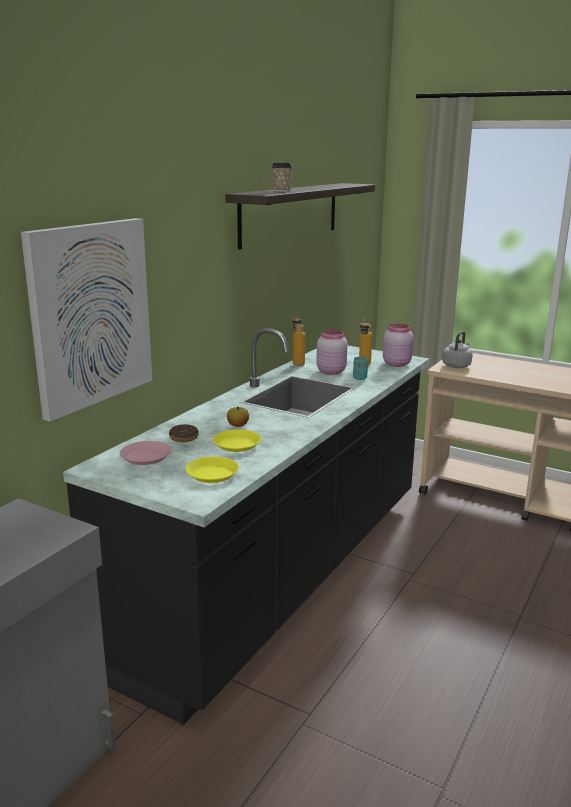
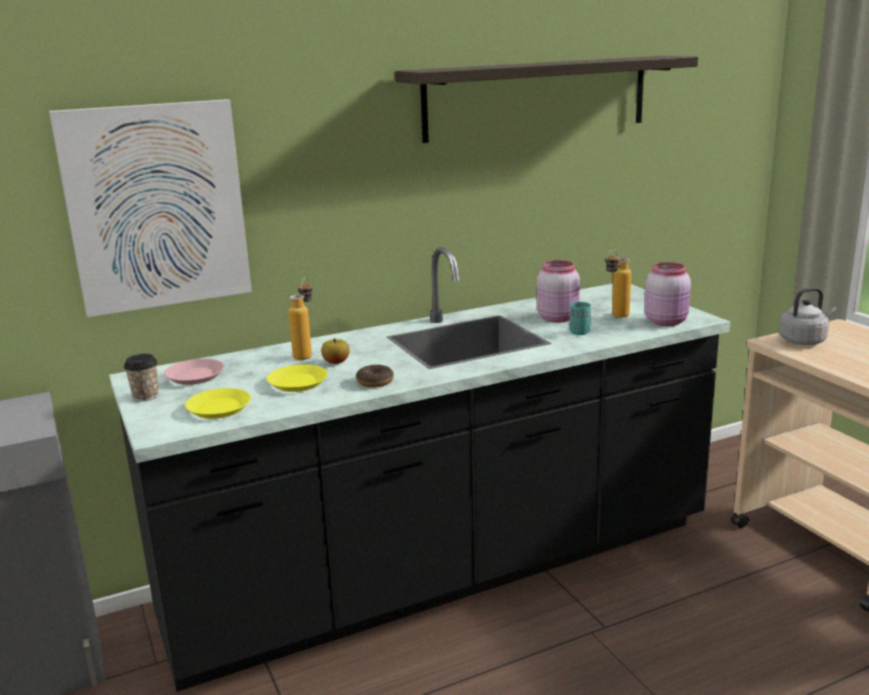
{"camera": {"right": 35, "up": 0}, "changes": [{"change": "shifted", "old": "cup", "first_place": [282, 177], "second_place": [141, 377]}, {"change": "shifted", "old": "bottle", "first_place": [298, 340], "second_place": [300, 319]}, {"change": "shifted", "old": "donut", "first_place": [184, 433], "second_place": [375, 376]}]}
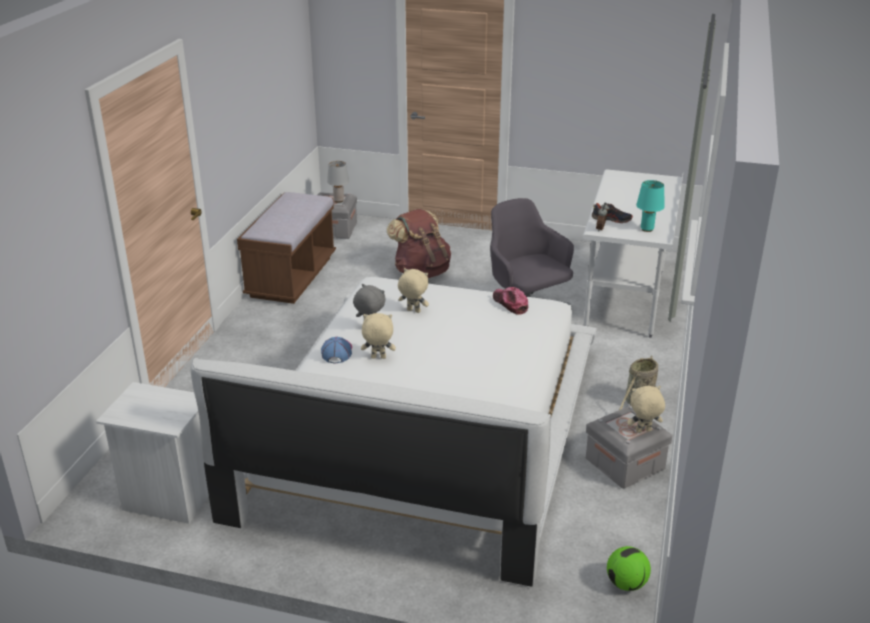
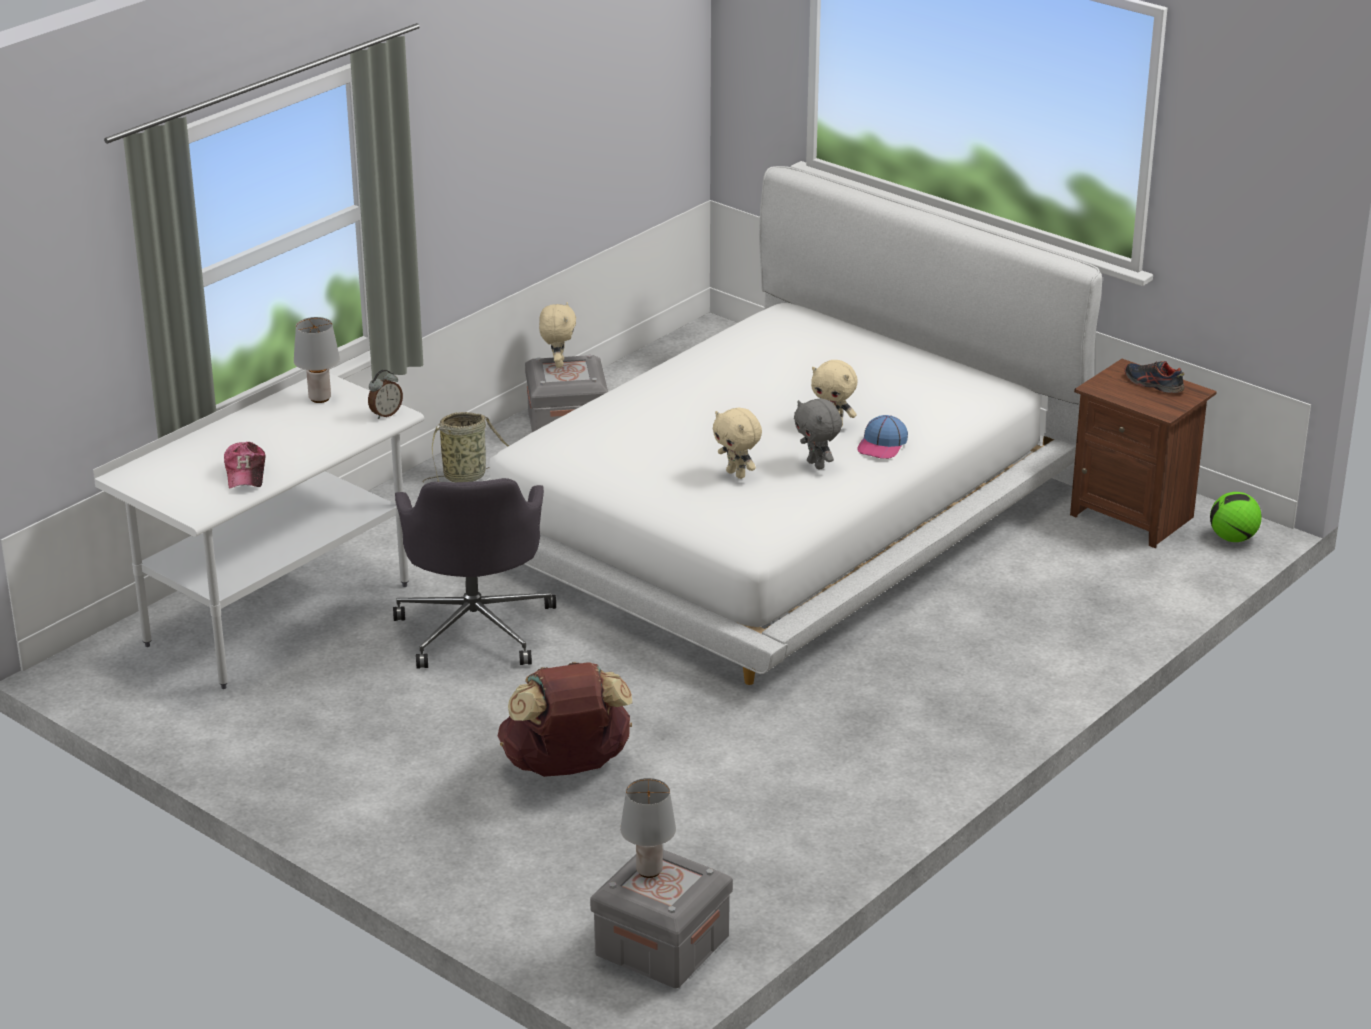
{"camera": {"right": -155, "up": 0}, "changes": [{"change": "repainted", "old": "turquoise table lamp", "new": "grey table lamp", "first_place": [650, 206], "second_place": [317, 360]}, {"change": "gone", "old": "brown bench", "first_place": [286, 248]}, {"change": "shifted", "old": "shoe", "first_place": [612, 213], "second_place": [1154, 377]}, {"change": "shifted", "old": "cap", "first_place": [510, 301], "second_place": [244, 465]}, {"change": "repainted", "old": "white nightstand", "new": "brown nightstand", "first_place": [152, 453], "second_place": [1143, 453]}, {"change": "rotated", "old": "beige plush toy", "first_place": [646, 409], "second_place": [557, 335], "degrees": -105}, {"change": "shifted", "old": "football", "first_place": [629, 568], "second_place": [1236, 517]}]}
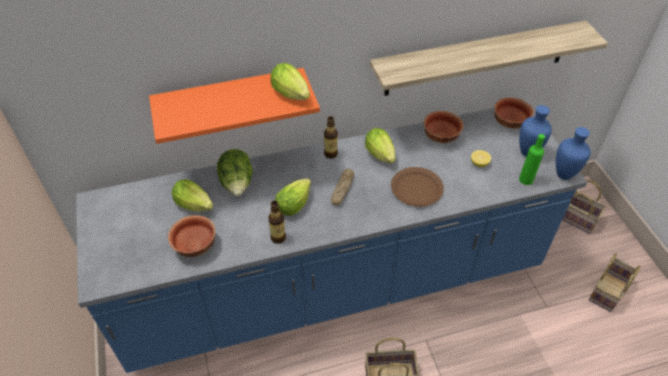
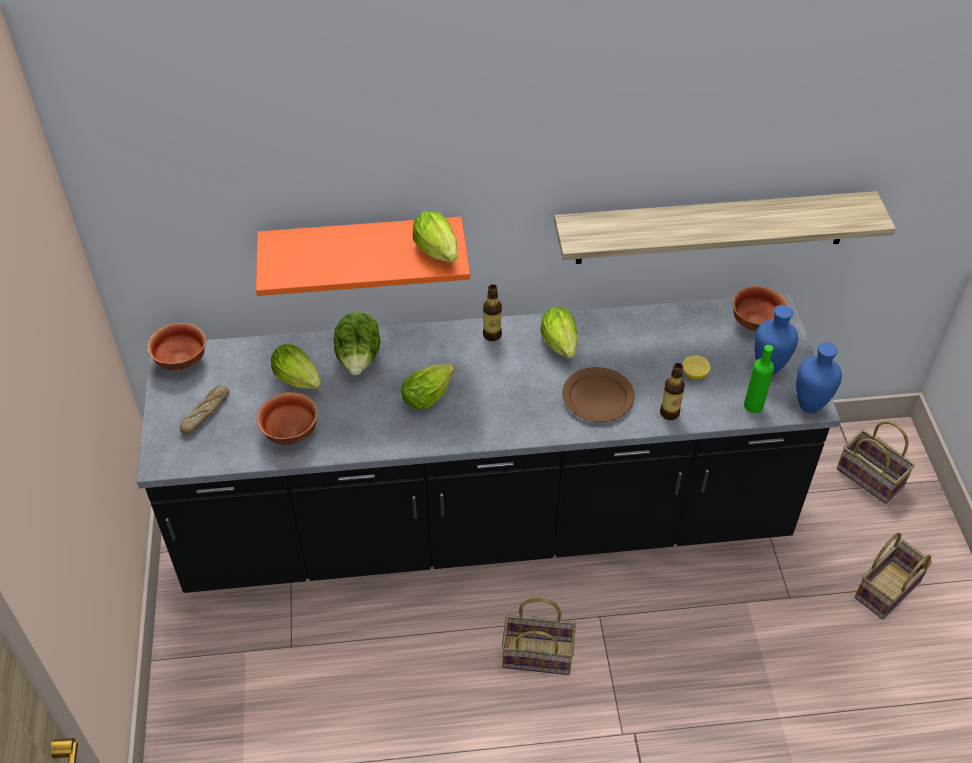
{"camera": {"right": 10, "up": 0}, "changes": [{"change": "repainted", "old": "blue counter", "new": "black counter", "first_place": [331, 237], "second_place": [488, 443]}, {"change": "shifted", "old": "bowl", "first_place": [444, 127], "second_place": [176, 347]}, {"change": "shifted", "old": "bread", "first_place": [342, 187], "second_place": [204, 409]}, {"change": "shifted", "old": "bottle", "first_place": [277, 222], "second_place": [672, 391]}]}
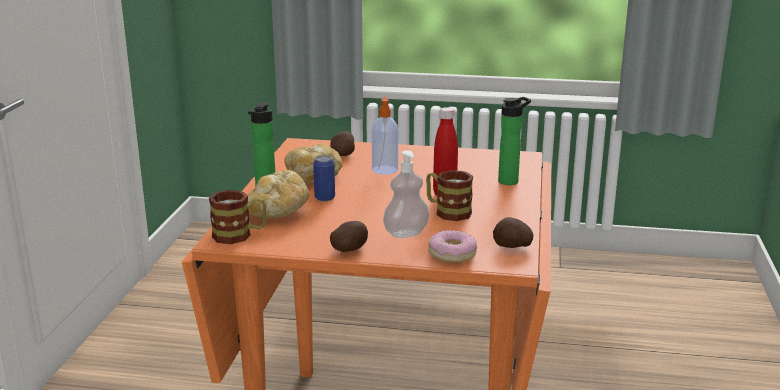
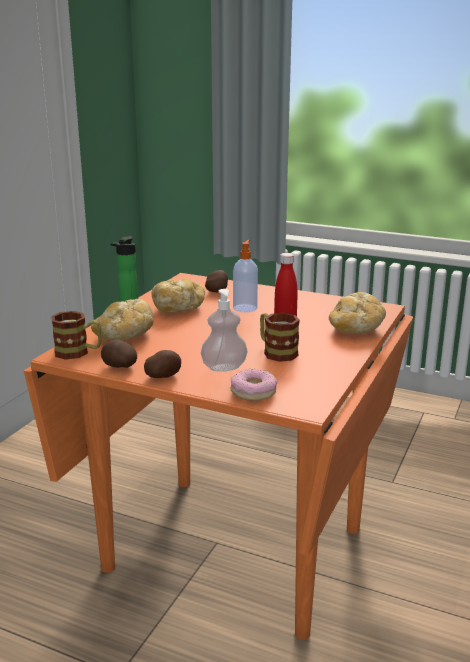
{"camera": {"right": 15, "up": 0}, "changes": [{"change": "swapped", "old": "bottle", "new": "bread", "first_place": [514, 141], "second_place": [357, 313]}, {"change": "gone", "old": "can", "first_place": [324, 178]}, {"change": "shifted", "old": "potato", "first_place": [513, 232], "second_place": [119, 353]}]}
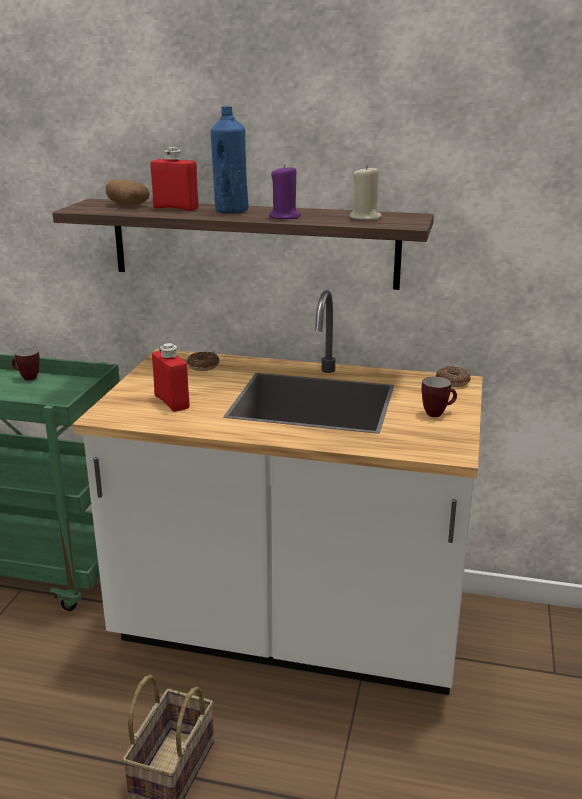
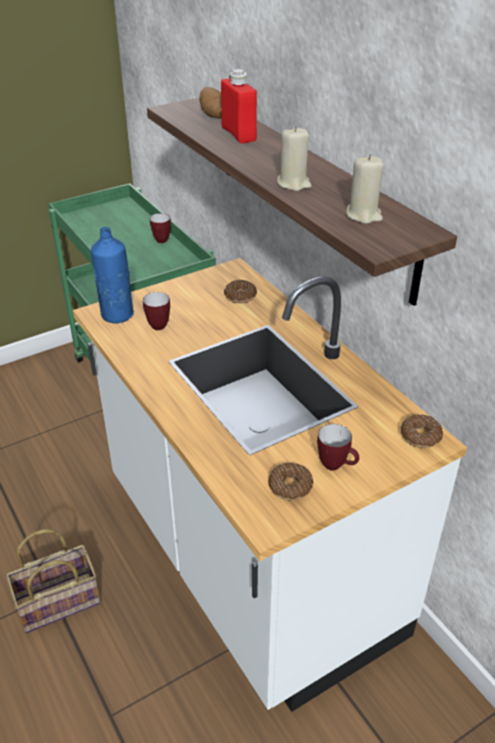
{"camera": {"right": 45, "up": 15}, "changes": [{"change": "shifted", "old": "blue bottle", "first_place": [230, 160], "second_place": [112, 275]}, {"change": "repainted", "old": "purple candle", "new": "beige candle", "first_place": [285, 191], "second_place": [294, 158]}, {"change": "swapped", "old": "red bottle", "new": "mug", "first_place": [171, 377], "second_place": [156, 311]}, {"change": "new", "new": "donut", "second_place": [290, 481]}]}
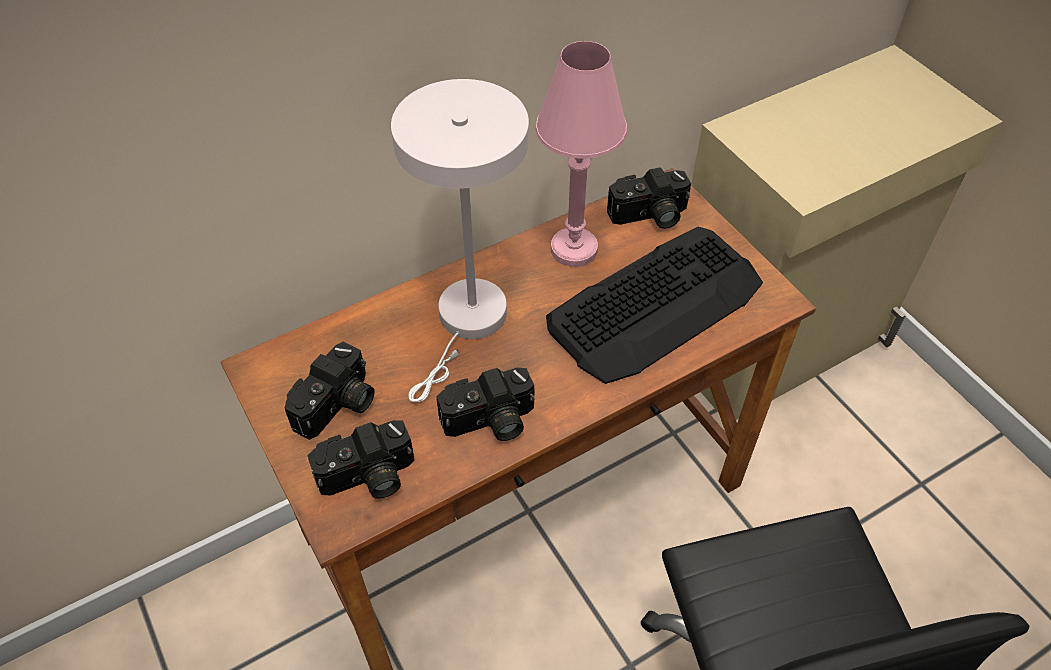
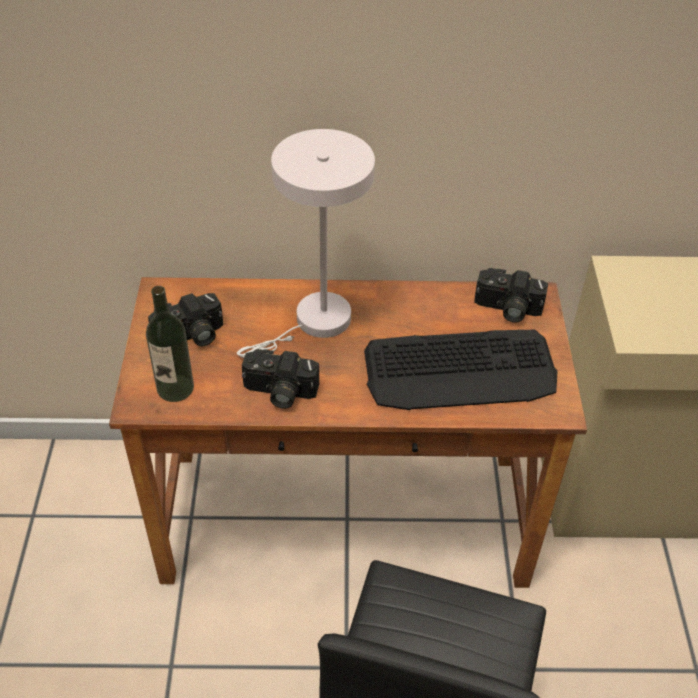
{"camera": {"right": 30, "up": -5}, "changes": [{"change": "gone", "old": "pink table lamp", "first_place": [581, 154]}, {"change": "swapped", "old": "photo camera", "new": "bottle", "first_place": [361, 459], "second_place": [170, 344]}]}
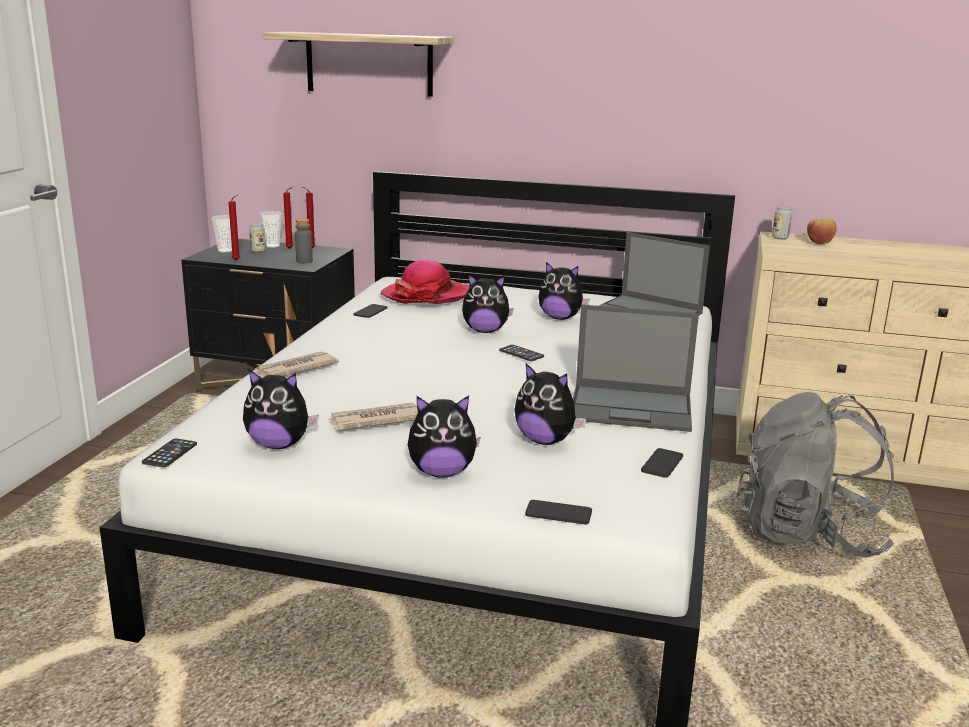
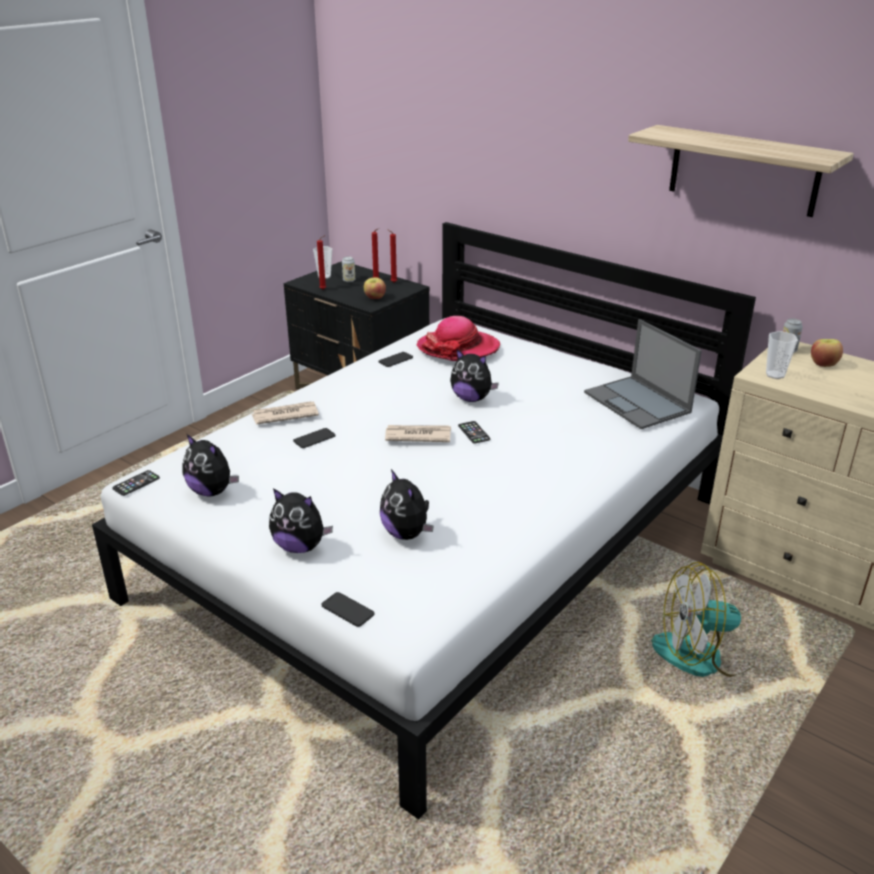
{"camera": {"right": 25, "up": 10}, "changes": [{"change": "shifted", "old": "shelf", "first_place": [358, 64], "second_place": [741, 171]}, {"change": "shifted", "old": "cup", "first_place": [271, 229], "second_place": [782, 355]}, {"change": "swapped", "old": "grey bottle", "new": "apple", "first_place": [304, 240], "second_place": [375, 288]}, {"change": "gone", "old": "plush toy", "first_place": [564, 291]}, {"change": "gone", "old": "laptop", "first_place": [636, 368]}, {"change": "swapped", "old": "grey backpack", "new": "fan", "first_place": [815, 475], "second_place": [703, 619]}, {"change": "shifted", "old": "newspaper", "first_place": [373, 416], "second_place": [418, 433]}, {"change": "shifted", "old": "phone", "first_place": [662, 463], "second_place": [314, 438]}]}
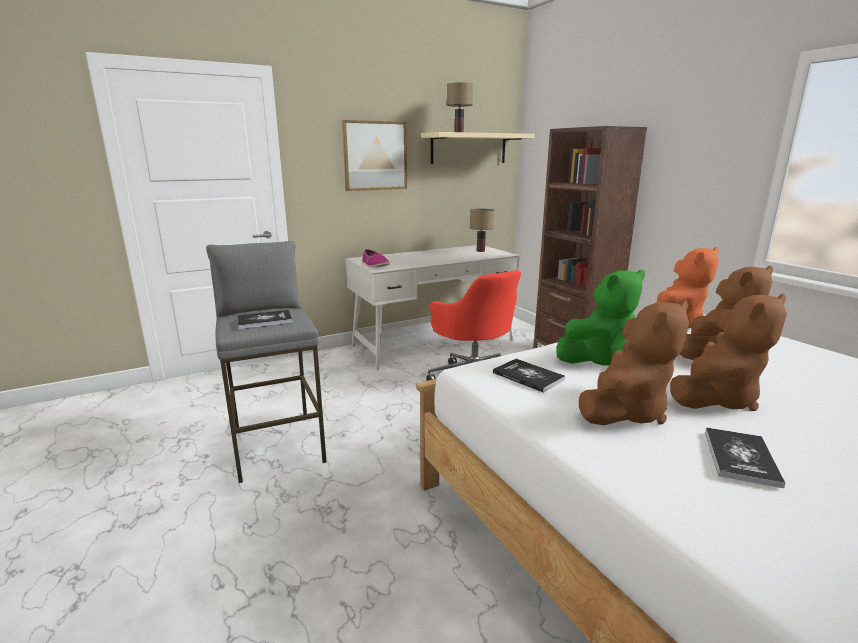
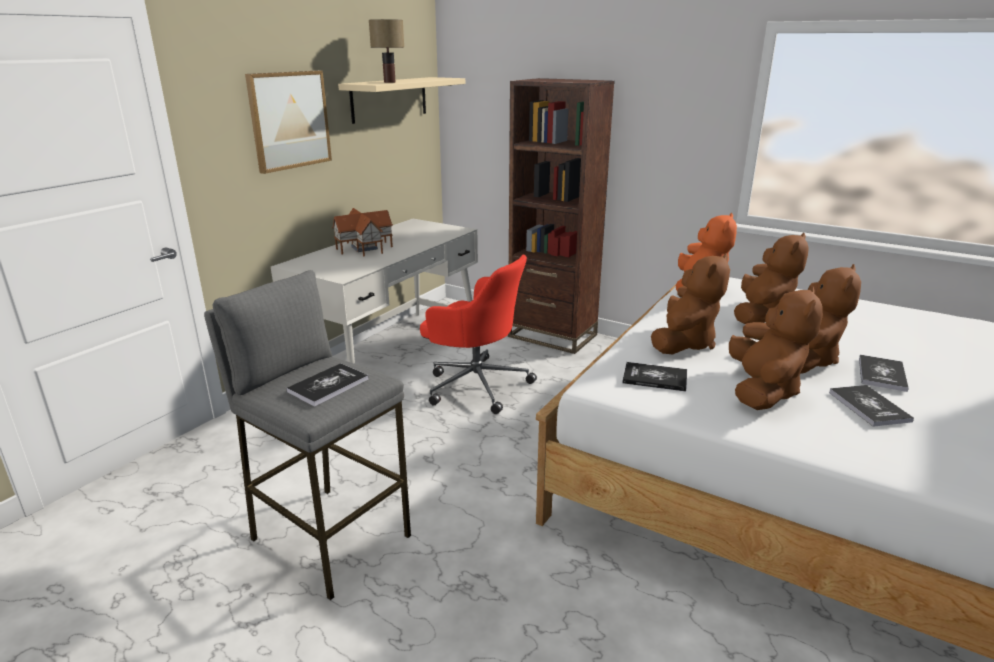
{"camera": {"right": -30, "up": 5}, "changes": [{"change": "gone", "old": "table lamp", "first_place": [482, 230]}, {"change": "gone", "old": "shoe", "first_place": [376, 258]}, {"change": "repainted", "old": "green plush toy", "new": "brown plush toy", "first_place": [600, 318], "second_place": [690, 303]}, {"change": "new", "new": "toy house", "second_place": [362, 232]}, {"change": "new", "new": "book", "second_place": [884, 373]}]}
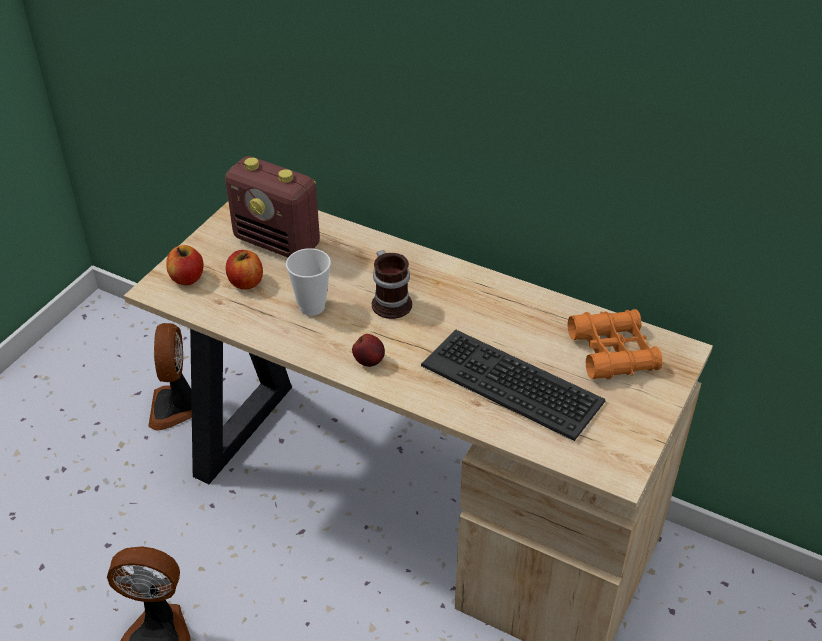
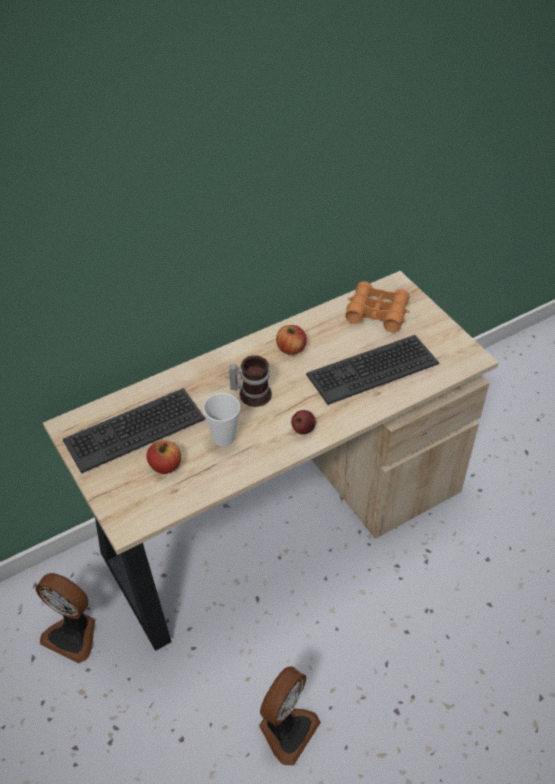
{"camera": {"right": -60, "up": 5}, "changes": [{"change": "swapped", "old": "radio", "new": "keyboard", "first_place": [272, 206], "second_place": [134, 431]}, {"change": "shifted", "old": "apple", "first_place": [185, 265], "second_place": [291, 340]}]}
